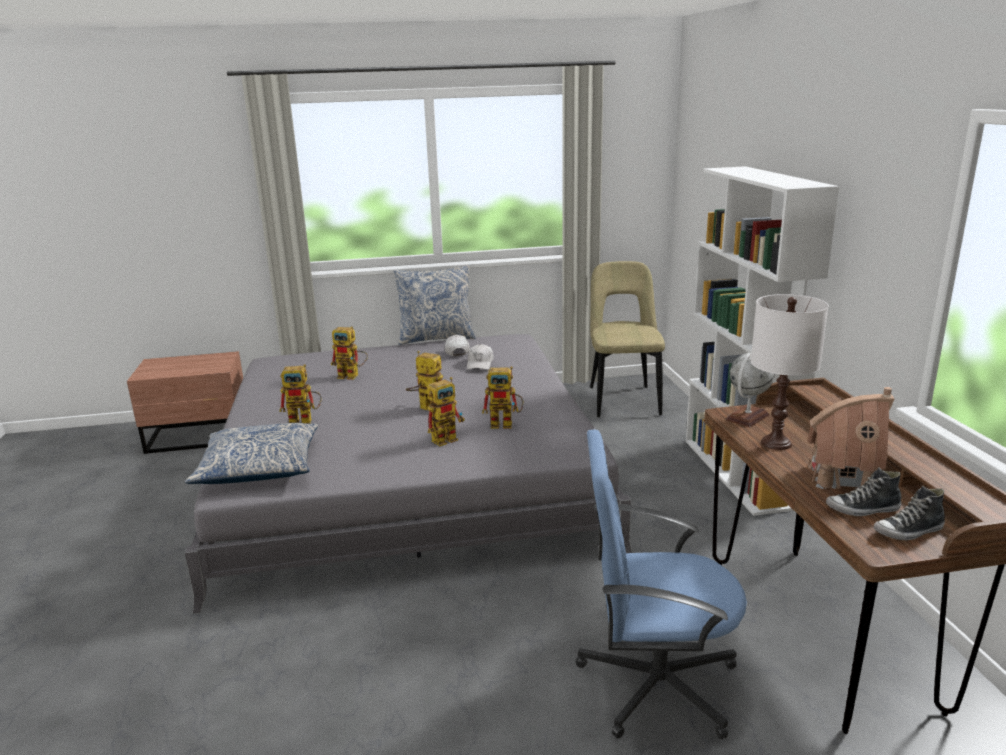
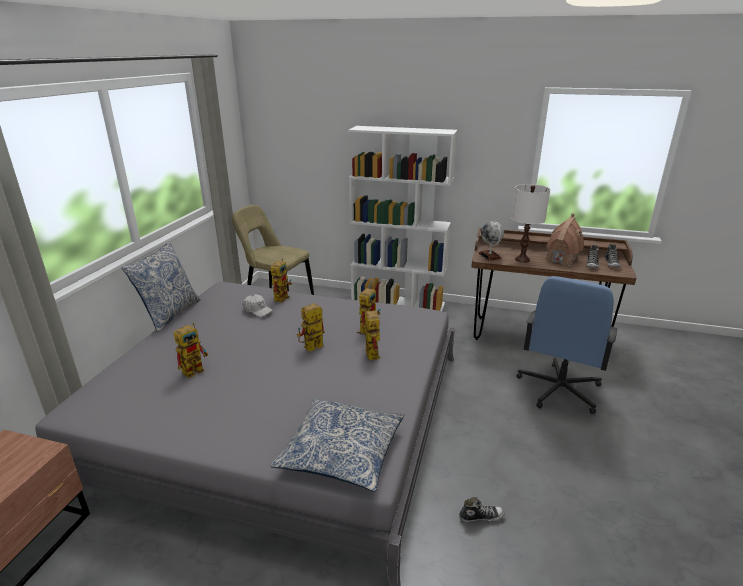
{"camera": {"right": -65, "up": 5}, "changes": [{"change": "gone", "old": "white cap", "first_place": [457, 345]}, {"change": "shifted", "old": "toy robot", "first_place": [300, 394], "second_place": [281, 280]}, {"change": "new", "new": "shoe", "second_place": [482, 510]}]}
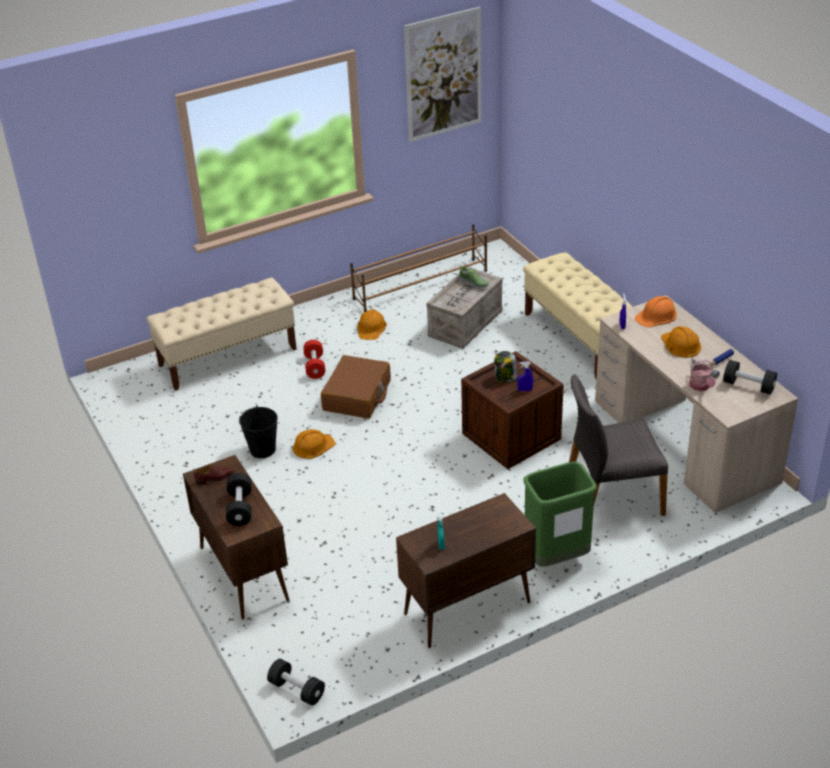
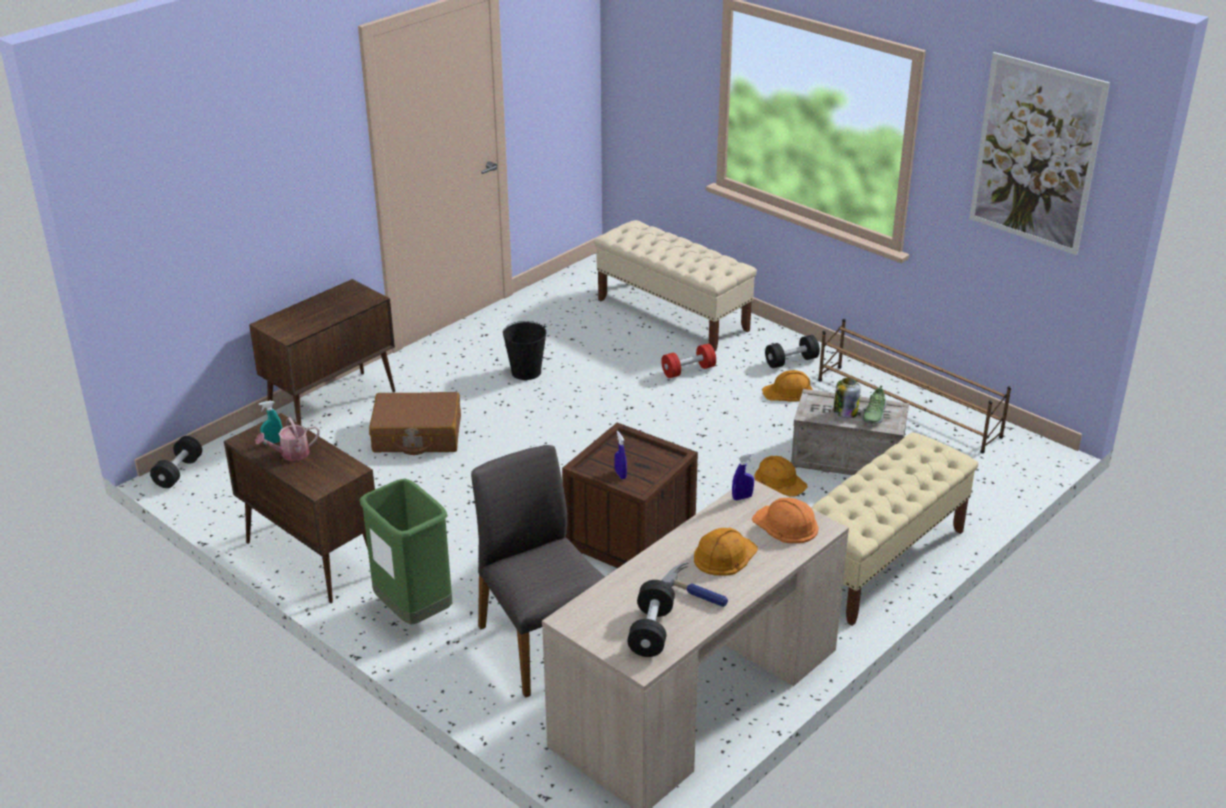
{"camera": {"right": 70, "up": -5}, "changes": [{"change": "shifted", "old": "jar", "first_place": [505, 366], "second_place": [847, 398]}, {"change": "shifted", "old": "brown suitcase", "first_place": [356, 387], "second_place": [415, 423]}, {"change": "shifted", "old": "watering can", "first_place": [702, 375], "second_place": [287, 439]}, {"change": "shifted", "old": "orange hard hat", "first_place": [314, 444], "second_place": [781, 476]}, {"change": "gone", "old": "brown shoe", "first_place": [214, 475]}, {"change": "shifted", "old": "black dumbbell", "first_place": [239, 499], "second_place": [792, 351]}]}
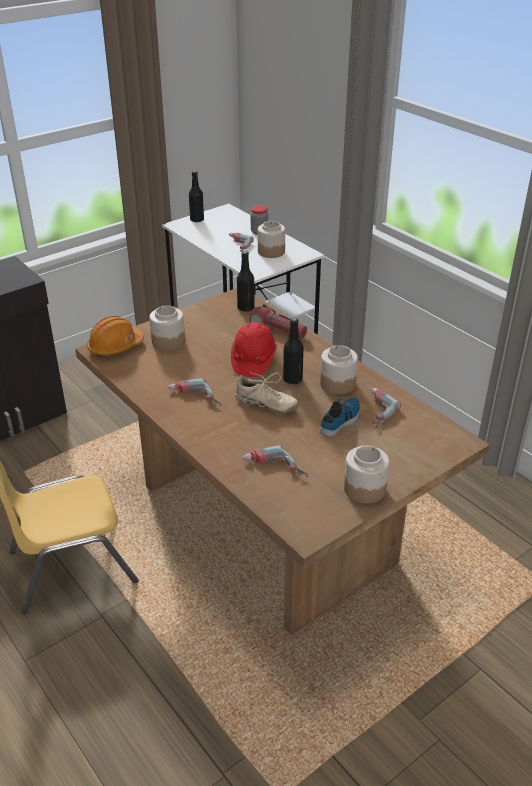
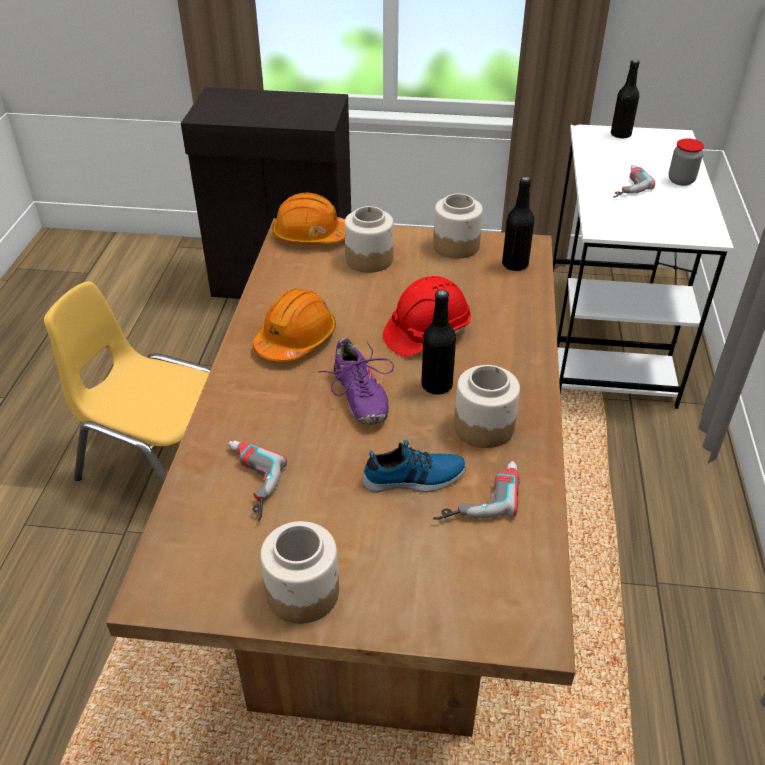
{"camera": {"right": 45, "up": 5}, "changes": [{"change": "shifted", "old": "jar", "first_place": [271, 239], "second_place": [458, 226]}, {"change": "gone", "old": "flashlight", "first_place": [278, 321]}, {"change": "repainted", "old": "beige shoe", "new": "purple shoe", "first_place": [267, 393], "second_place": [356, 381]}, {"change": "swapped", "old": "power drill", "new": "orange hard hat", "first_place": [194, 392], "second_place": [294, 325]}]}
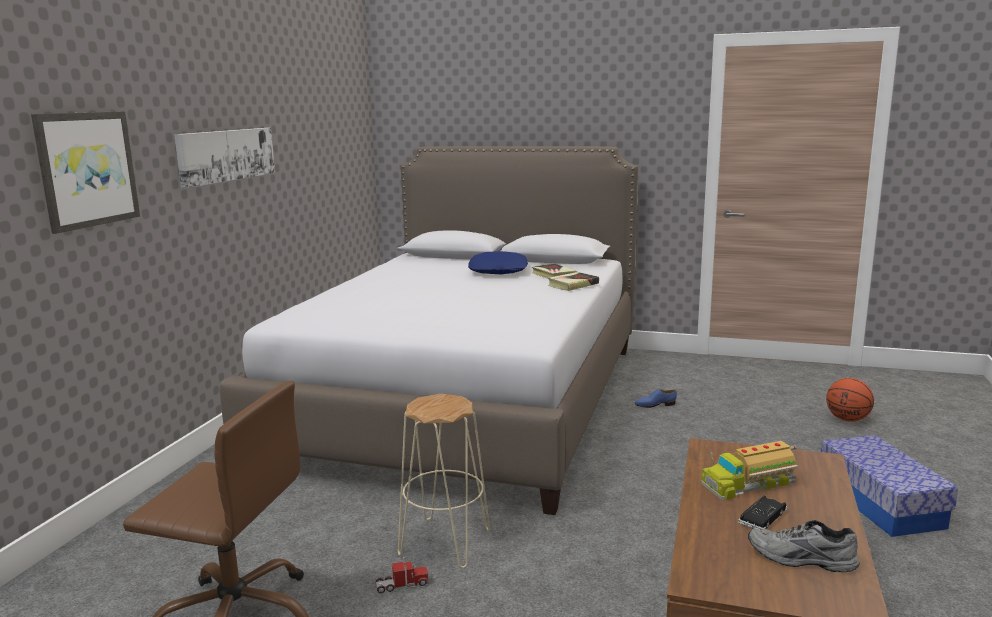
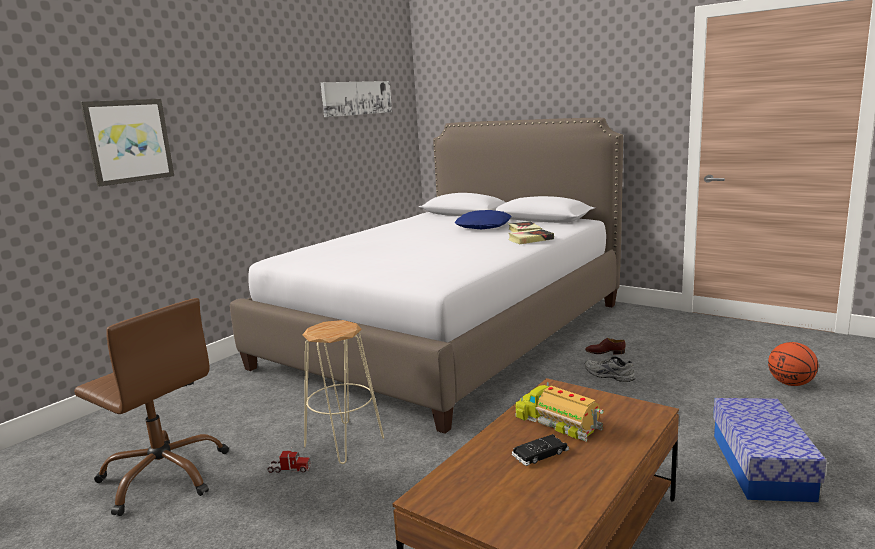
{"camera": {"right": 20, "up": 0}, "changes": [{"change": "shifted", "old": "picture", "first_place": [224, 158], "second_place": [356, 99]}, {"change": "repainted", "old": "blue shoe", "new": "brown shoe", "first_place": [656, 398], "second_place": [605, 346]}, {"change": "rotated", "old": "toy truck", "first_place": [749, 470], "second_place": [559, 411], "degrees": 45}, {"change": "shifted", "old": "grey shoe", "first_place": [804, 546], "second_place": [610, 369]}]}
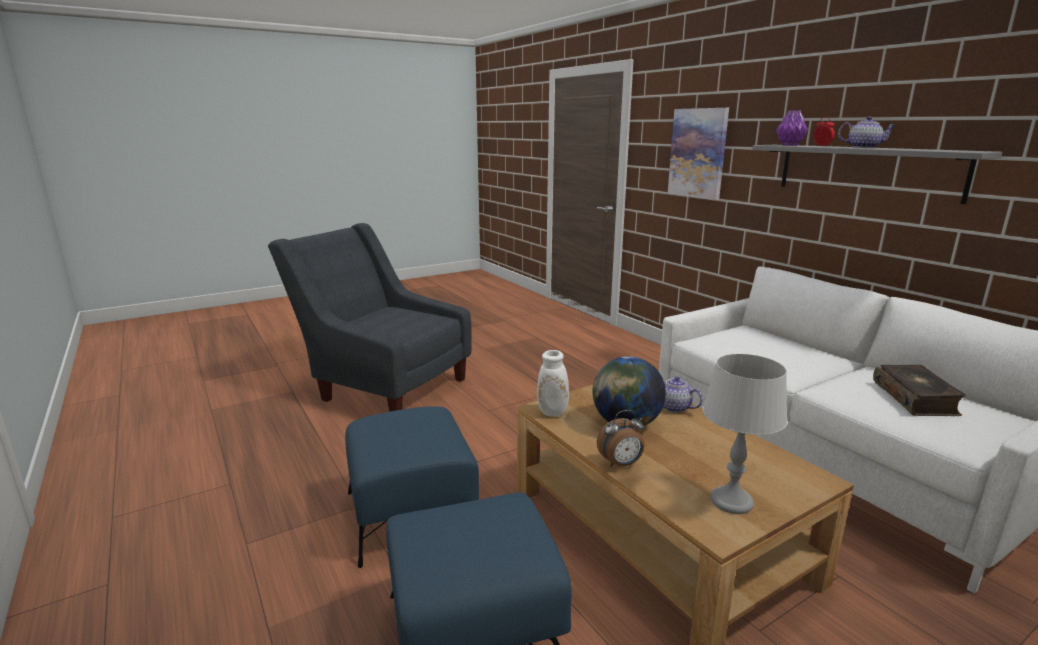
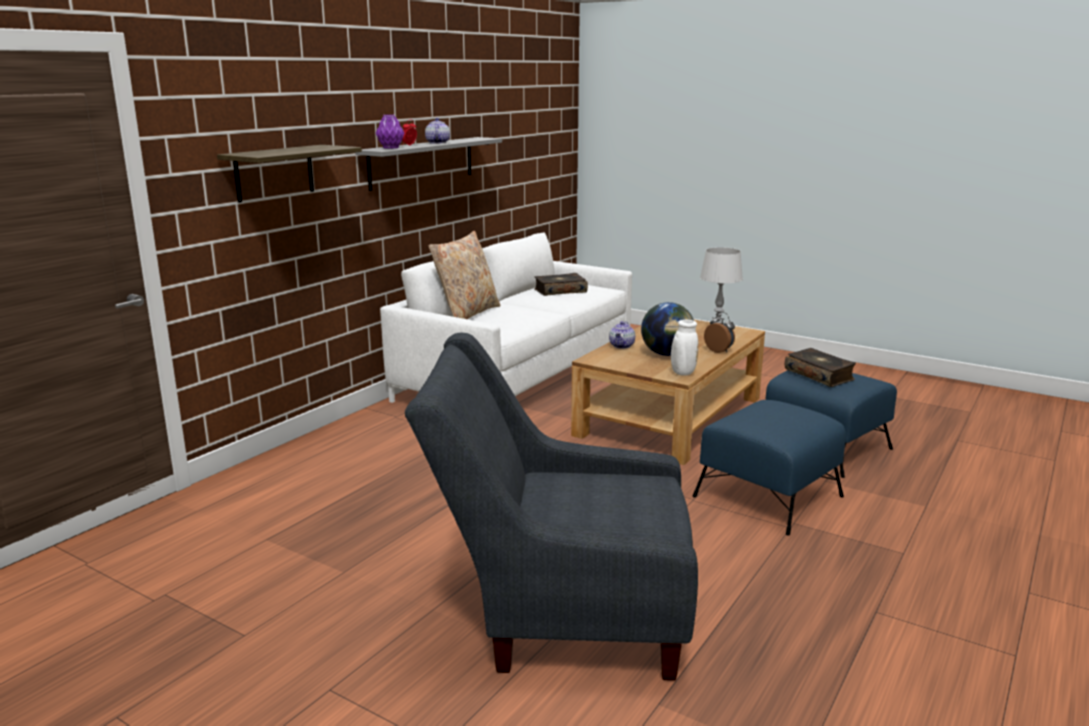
{"camera": {"right": -115, "up": 0}, "changes": [{"change": "swapped", "old": "picture", "new": "shelf", "first_place": [698, 154], "second_place": [289, 174]}, {"change": "rotated", "old": "grey armchair", "first_place": [370, 317], "second_place": [551, 507], "degrees": 90}, {"change": "new", "new": "beige pillow", "second_place": [464, 275]}, {"change": "new", "new": "book", "second_place": [820, 367]}]}
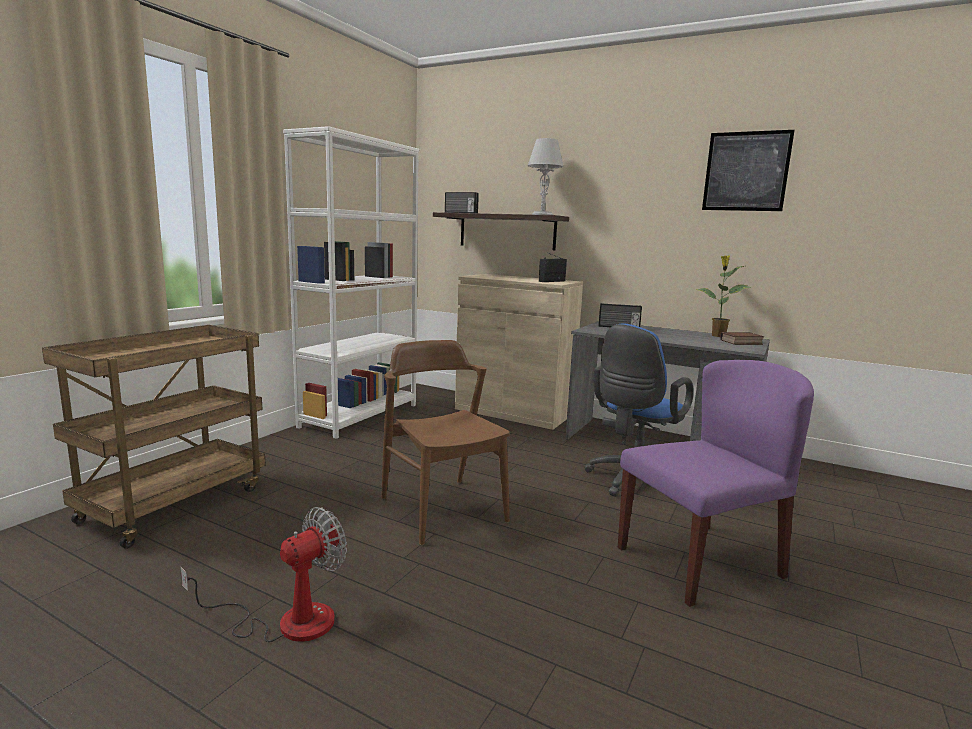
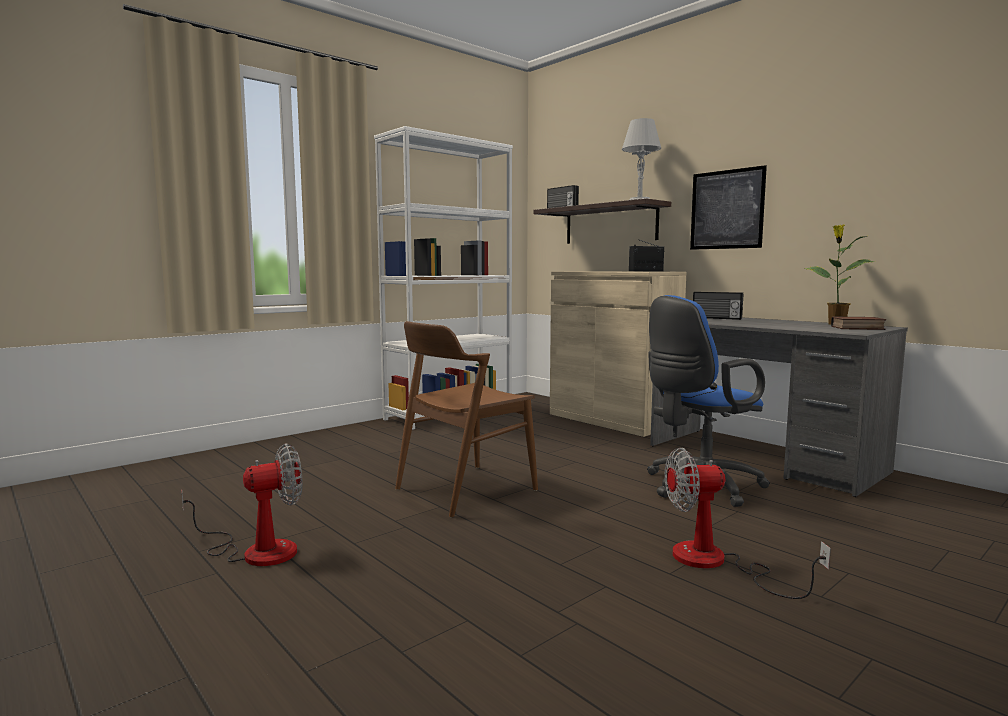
{"camera": {"right": 20, "up": -5}, "changes": [{"change": "shifted", "old": "picture", "first_place": [748, 170], "second_place": [728, 207]}, {"change": "gone", "old": "brown cart", "first_place": [154, 437]}, {"change": "rotated", "old": "brown chair", "first_place": [445, 442], "second_place": [466, 419], "degrees": -120}, {"change": "swapped", "old": "purple chair", "new": "fan", "first_place": [716, 483], "second_place": [748, 523]}]}
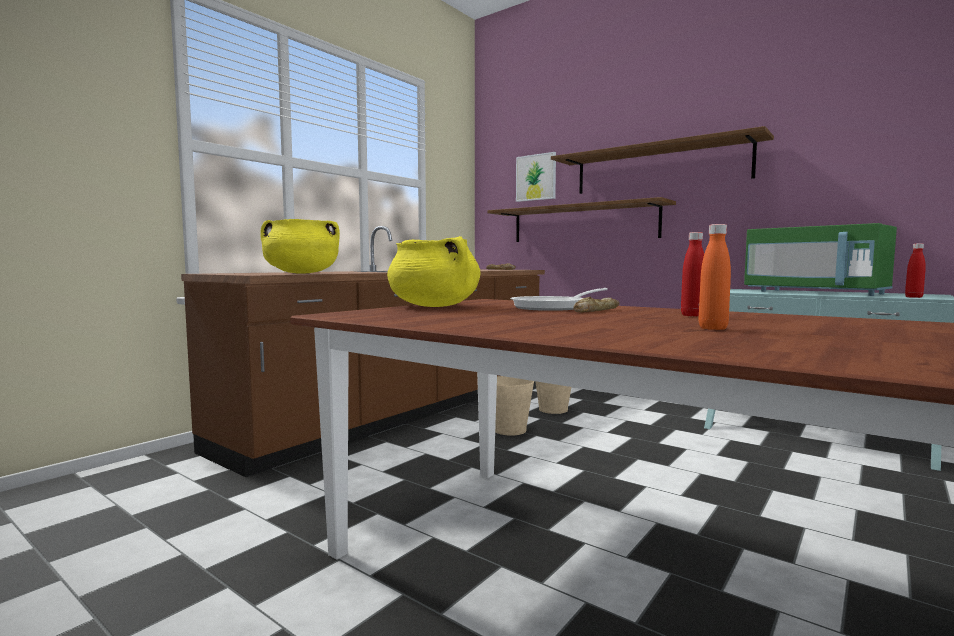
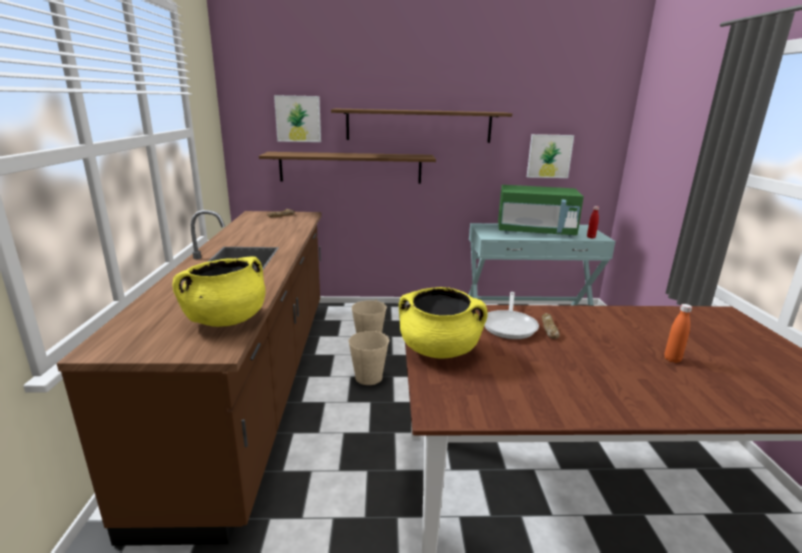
{"camera": {"right": -40, "up": 15}, "changes": [{"change": "gone", "old": "red bottle", "first_place": [692, 274]}, {"change": "new", "new": "picture", "second_place": [550, 156]}]}
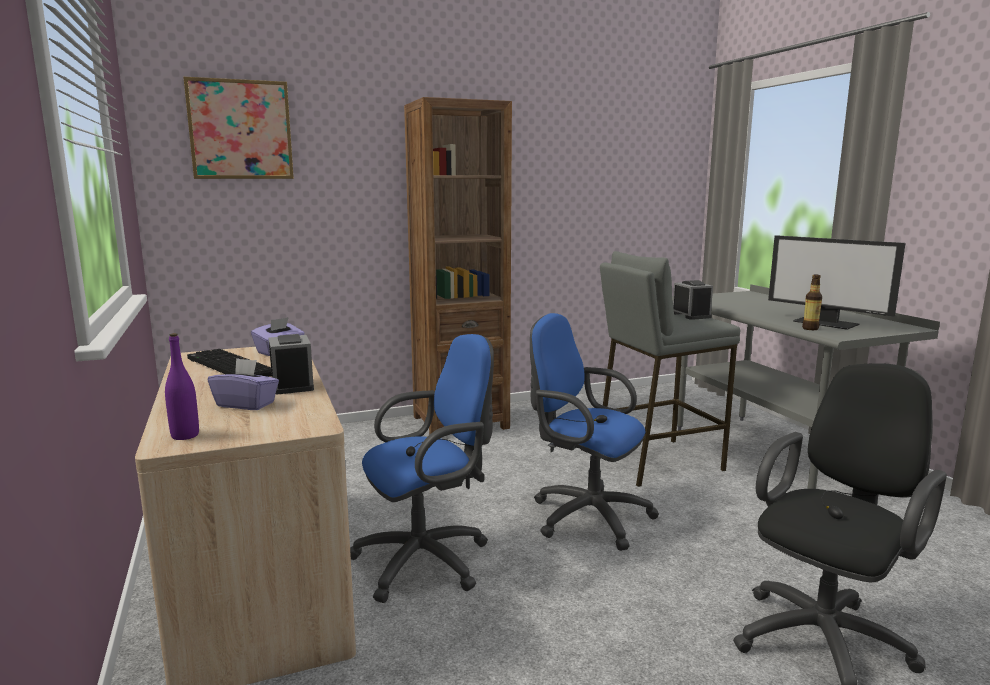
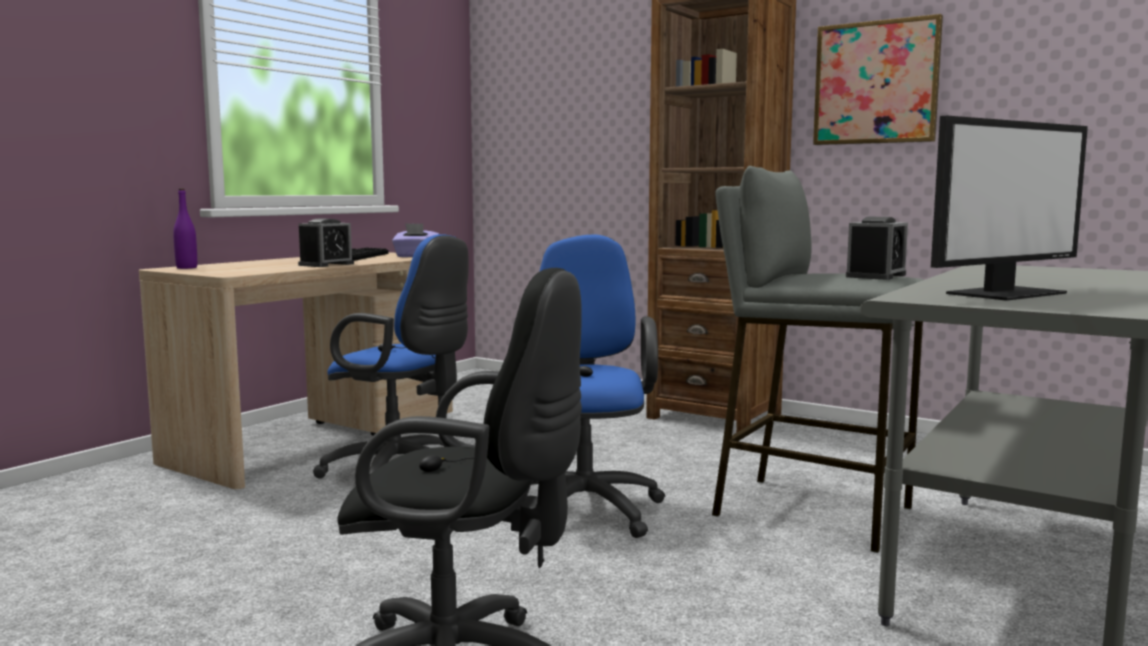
{"camera": {"right": 55, "up": -5}, "changes": [{"change": "shifted", "old": "picture", "first_place": [238, 127], "second_place": [878, 79]}, {"change": "rotated", "old": "monitor", "first_place": [836, 282], "second_place": [1009, 208], "degrees": -135}, {"change": "gone", "old": "bottle", "first_place": [812, 302]}, {"change": "gone", "old": "purple tissue box", "first_place": [243, 384]}]}
